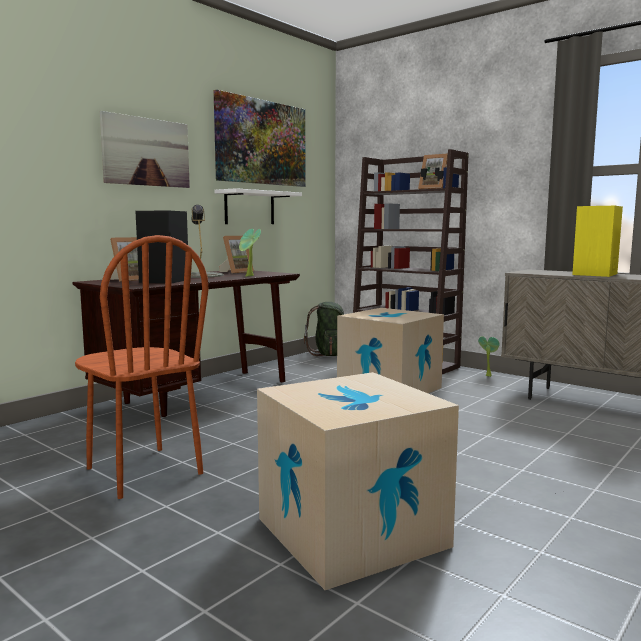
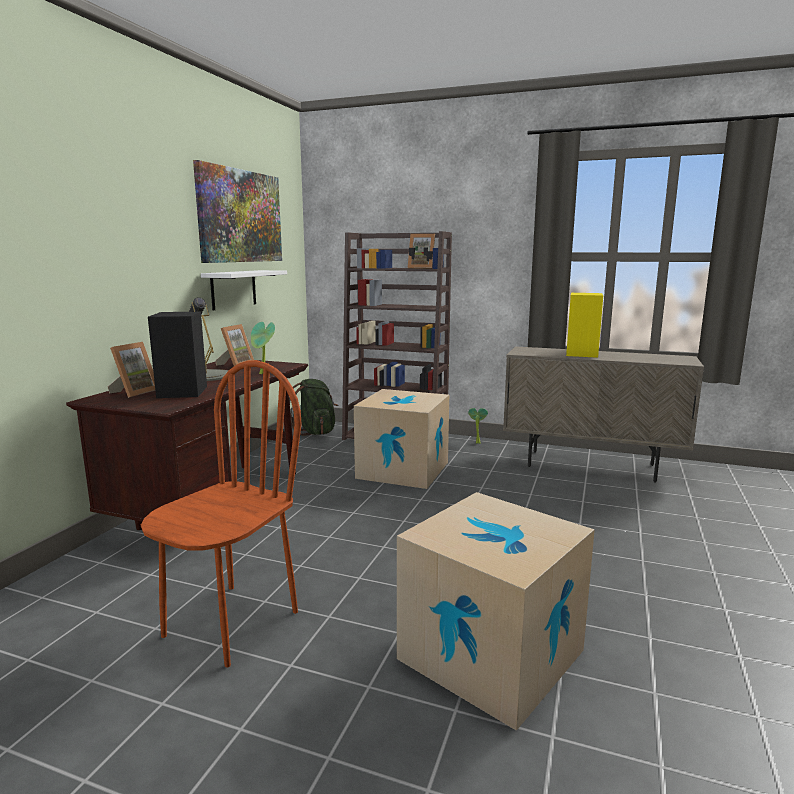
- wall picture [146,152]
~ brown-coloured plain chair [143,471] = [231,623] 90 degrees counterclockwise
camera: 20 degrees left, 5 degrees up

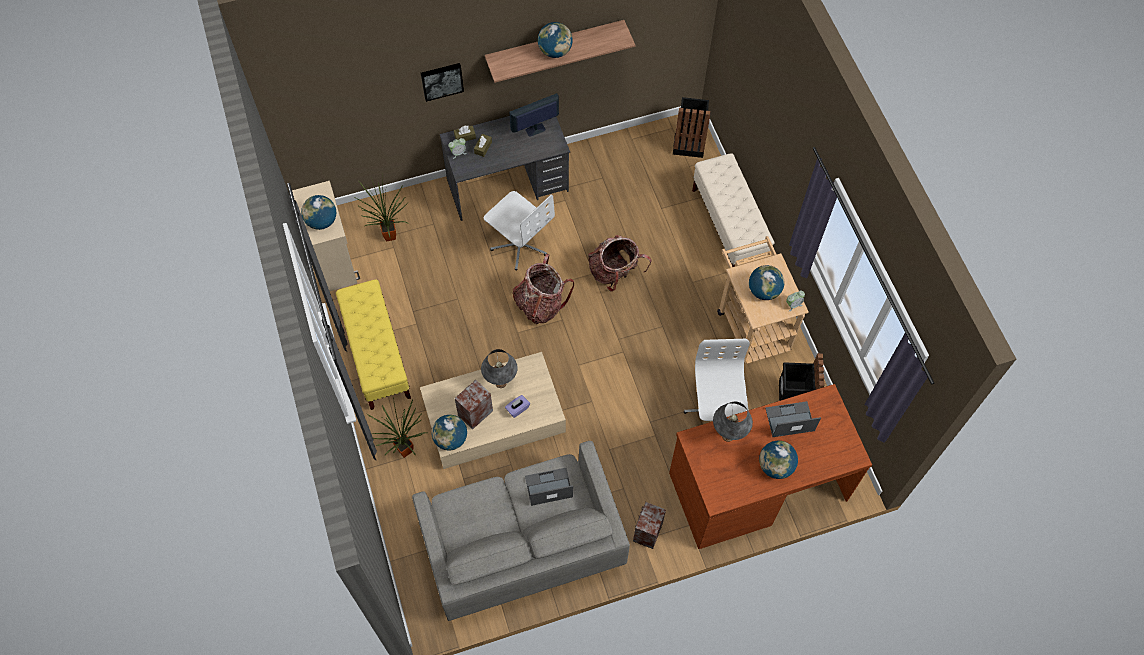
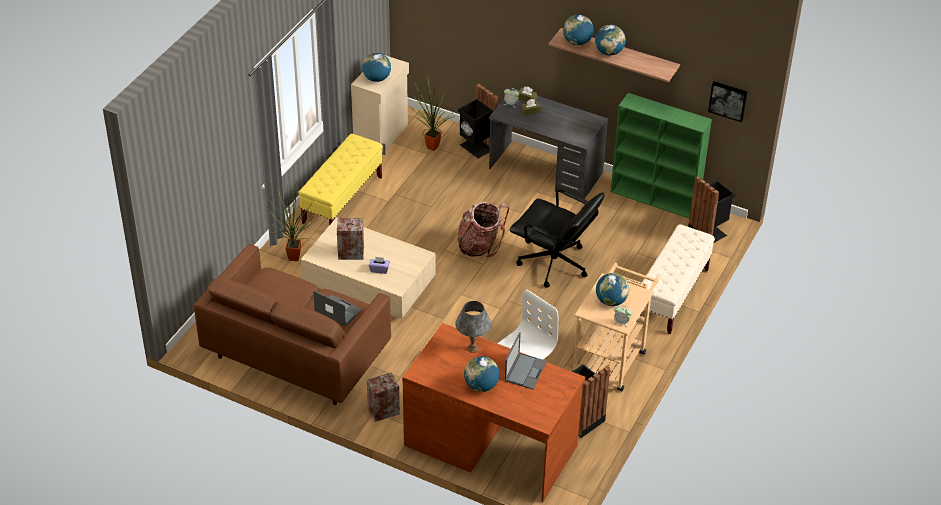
- grey table lamp [501,383]
- white-coloured desk chair [519,244]
- computer display [535,130]
+ black rubbish bin [476,147]
+ greenish shelving unit [655,199]
~ wall picture [441,80] to [728,100]
~ desk globe [450,439] to [577,42]
~ backpack [615,272] to black desk chair [554,264]
~ grey settee [521,545] to brown-coloured settee [297,355]
~ portable computer [789,420] = [525,370] 75 degrees clockwise
camera: 45 degrees right, 20 degrees down

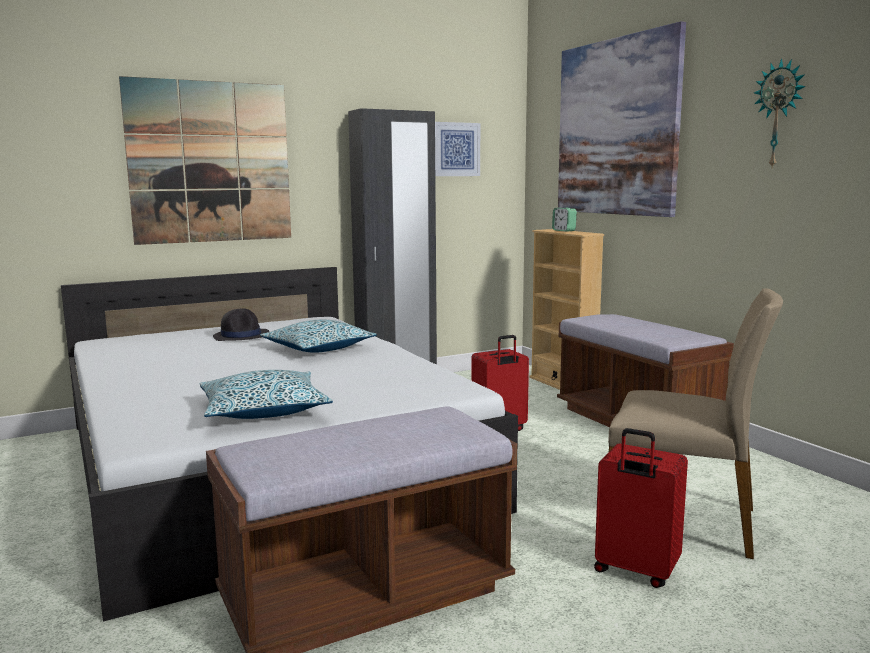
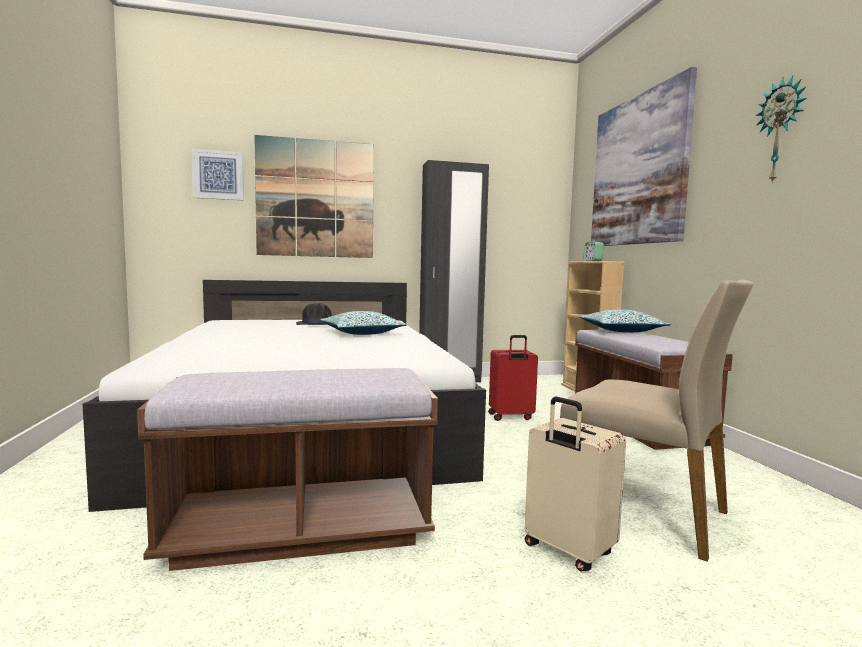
~ cushion [264,410] to [621,331]
~ wall picture [456,149] to [218,175]
~ reddish piece of luggage [635,571] to beige-coloured piece of luggage [567,551]
camera: 15 degrees right, 5 degrees down

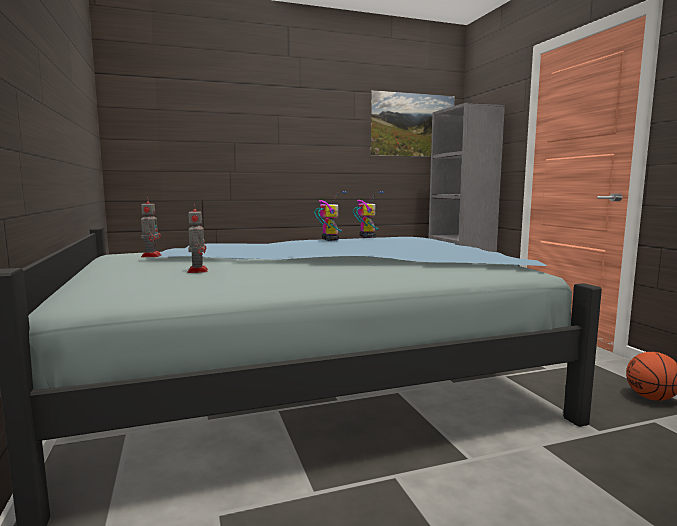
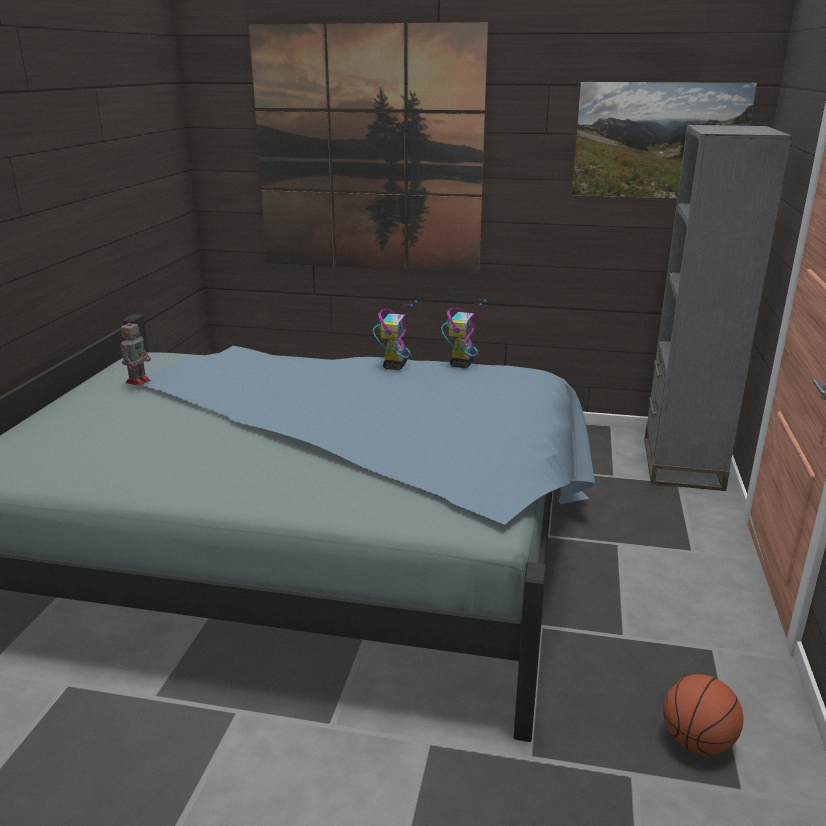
- model robot [197,271]
+ wall picture [368,152]
camera: 30 degrees right, 15 degrees up

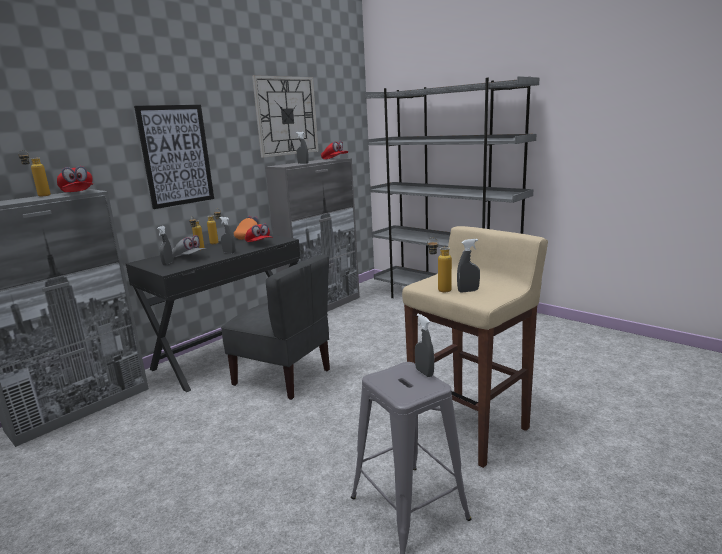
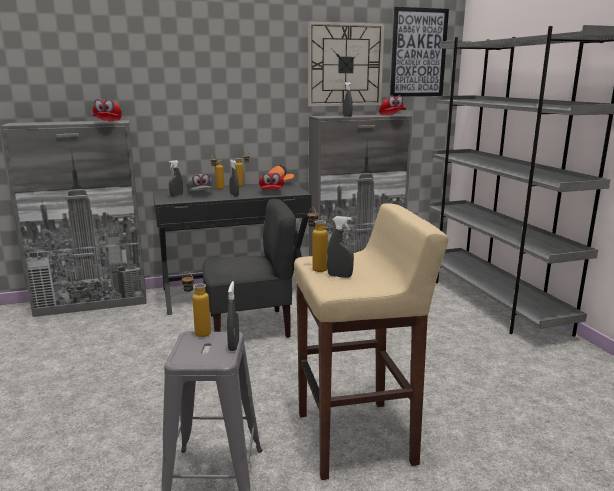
~ bottle [39,196] to [197,332]
~ wall picture [176,155] to [418,53]
~ grey plain chair [283,377] = [249,327] 75 degrees counterclockwise
camera: 30 degrees right, 0 degrees up

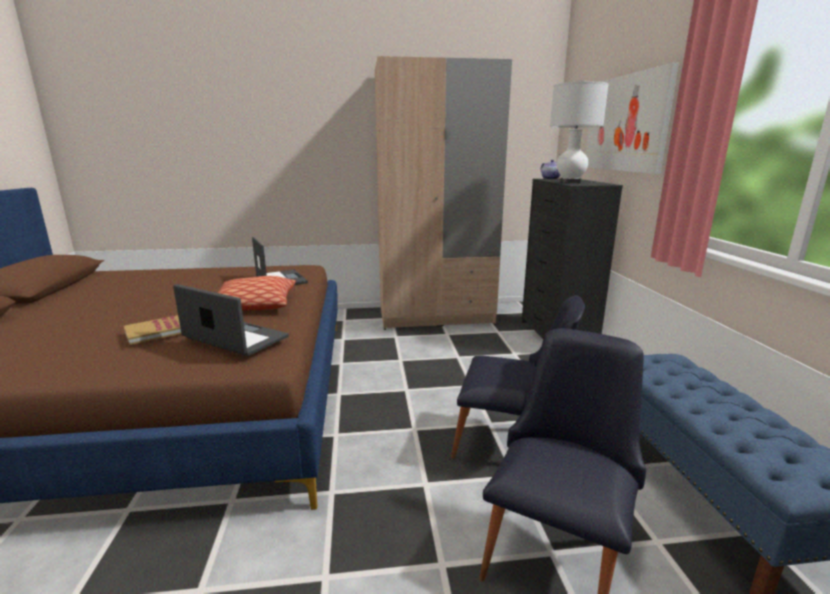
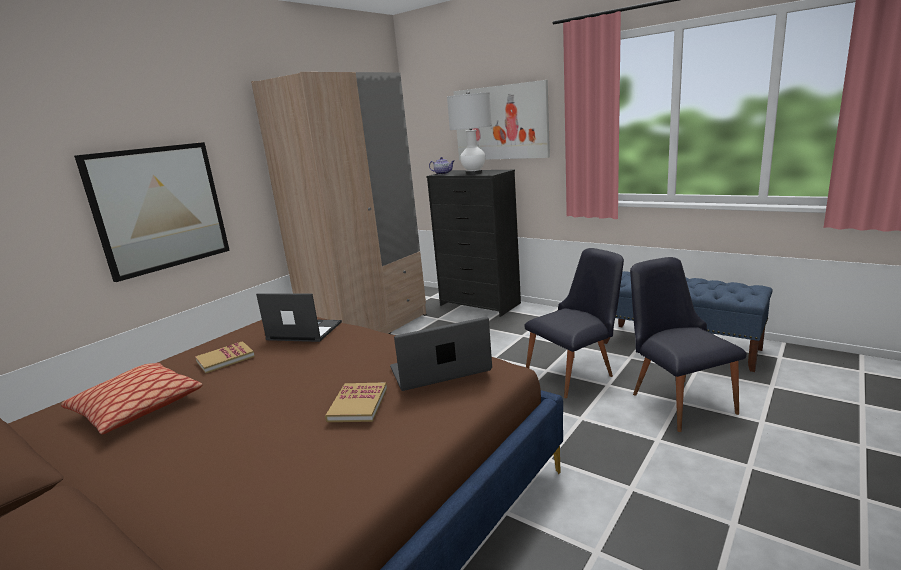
+ wall picture [159,208]
+ book [225,359]
~ cushion [254,305] to [137,408]
camera: 45 degrees left, 0 degrees up

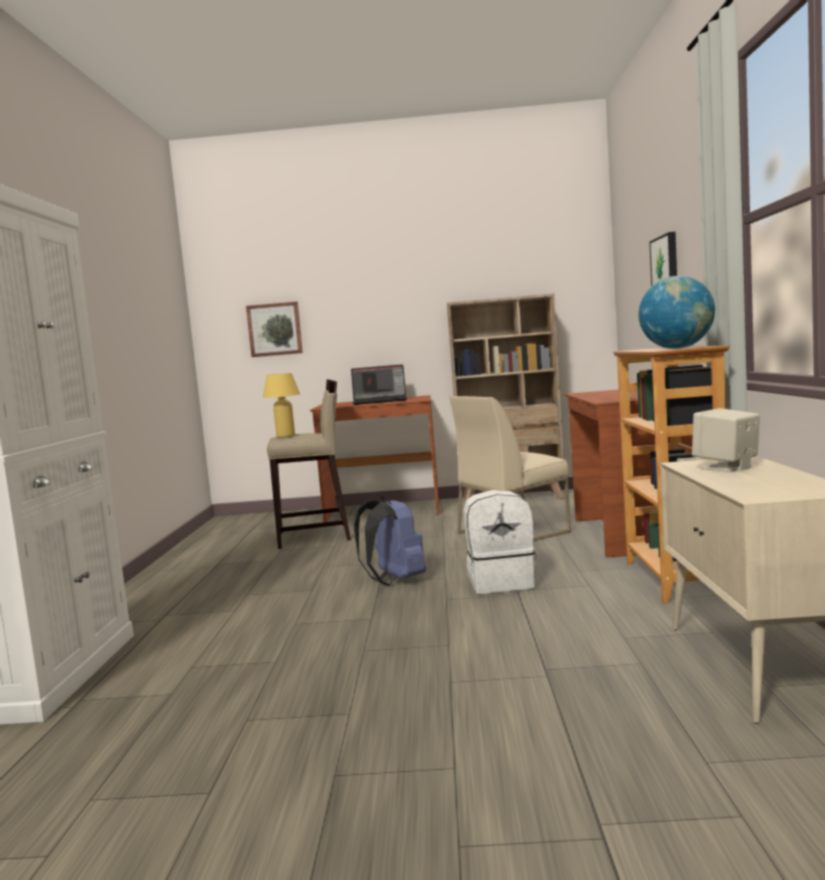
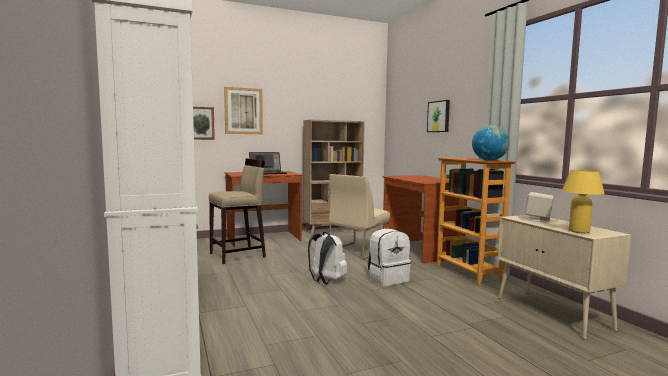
+ wall picture [243,111]
~ yellow-coloured table lamp [285,436] to [579,231]
~ blue backpack [394,580] to white-coloured backpack [326,281]
camera: 25 degrees left, 0 degrees up

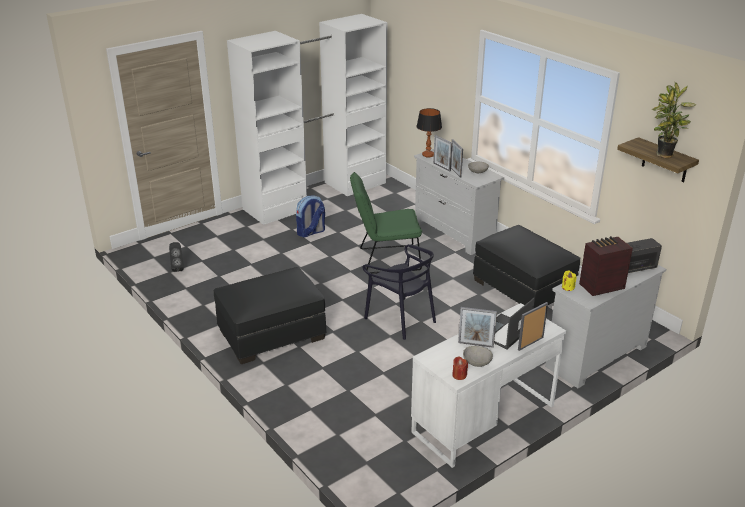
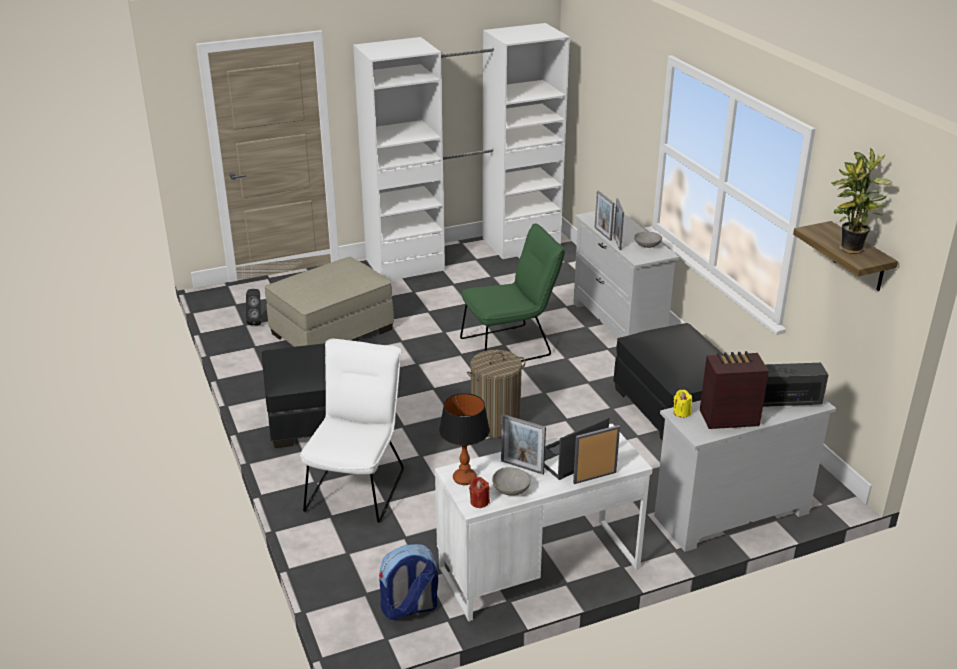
+ beige-coloured pouffe [331,331]
+ white-coloured plain chair [358,485]
~ backpack [311,232] to [409,608]
~ table lamp [428,155] to [464,478]
~ black plain chair [401,319] to washing basket [495,423]
~ greenish plain chair [385,259] = [511,346] 150 degrees clockwise
camera: 15 degrees right, 0 degrees up

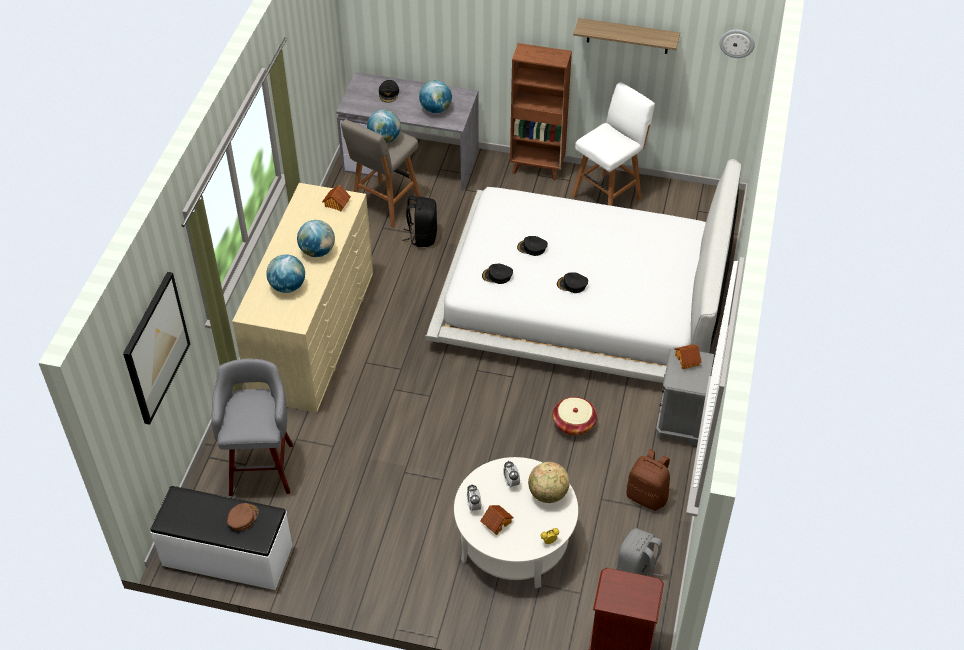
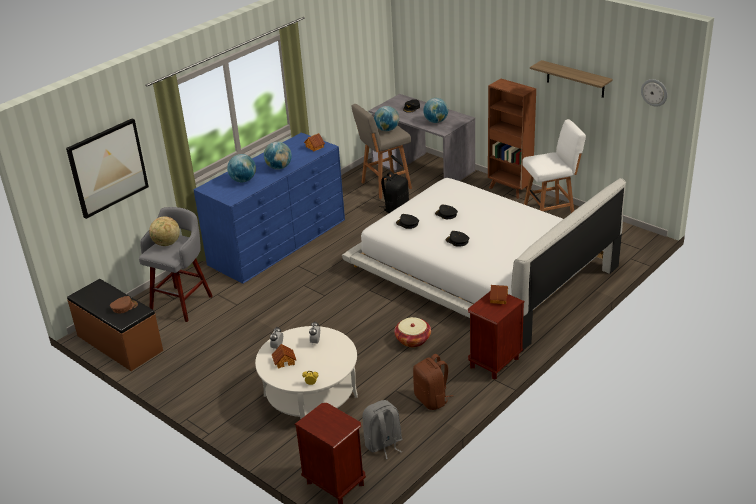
~ desk globe [548,494] to [167,243]
~ white-coloured indoor bench [227,556] to brown-coloured indoor bench [119,343]
~ beige-coloured dresser [313,333] to blue dresser [278,242]
~ grey nightstand [679,423] to brown-coloured nightstand [494,363]
camera: 30 degrees right, 15 degrees down

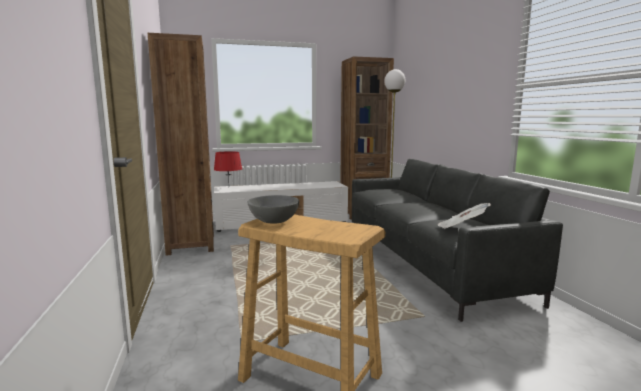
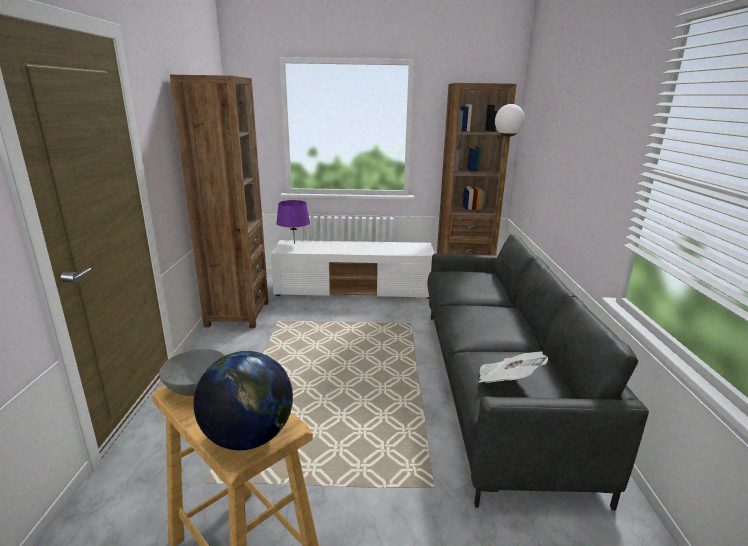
+ desk globe [249,437]
~ reddish table lamp [229,187] to purple-coloured table lamp [294,243]
camera: 15 degrees right, 10 degrees up

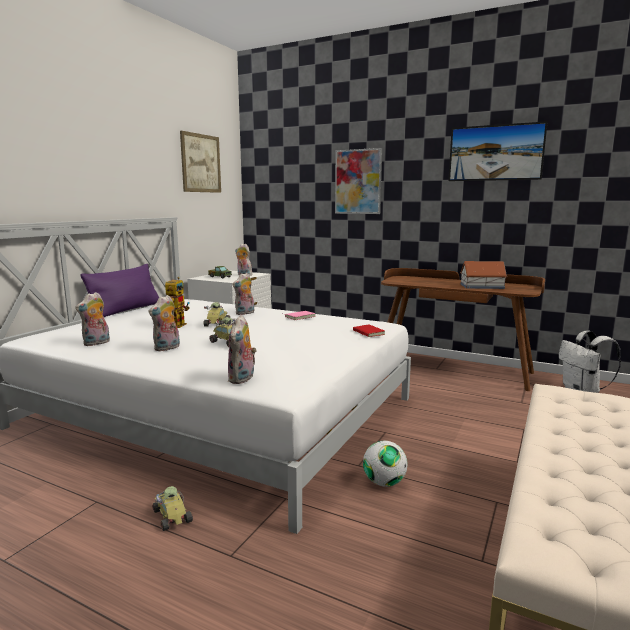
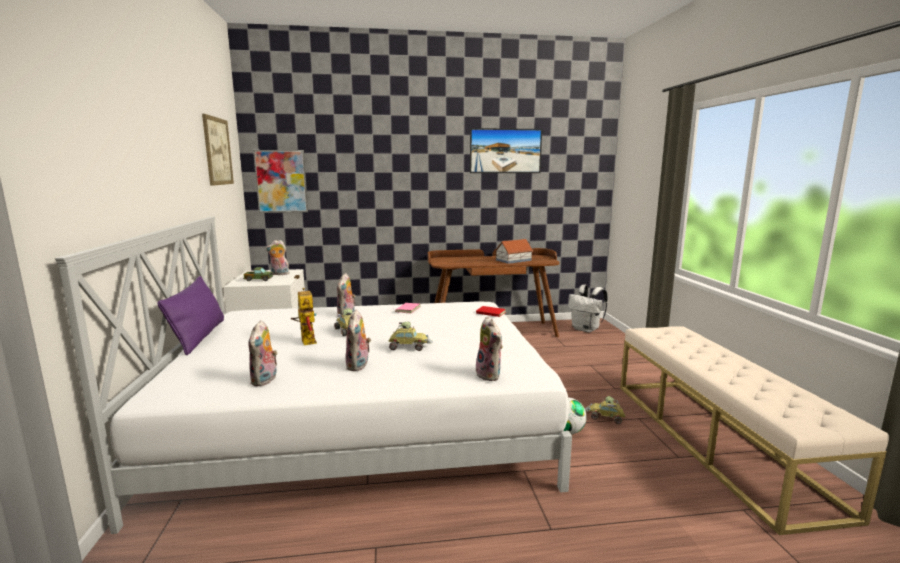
~ miniature car [171,515] to [605,417]
~ wall picture [358,182] to [281,181]
camera: 35 degrees left, 0 degrees up

